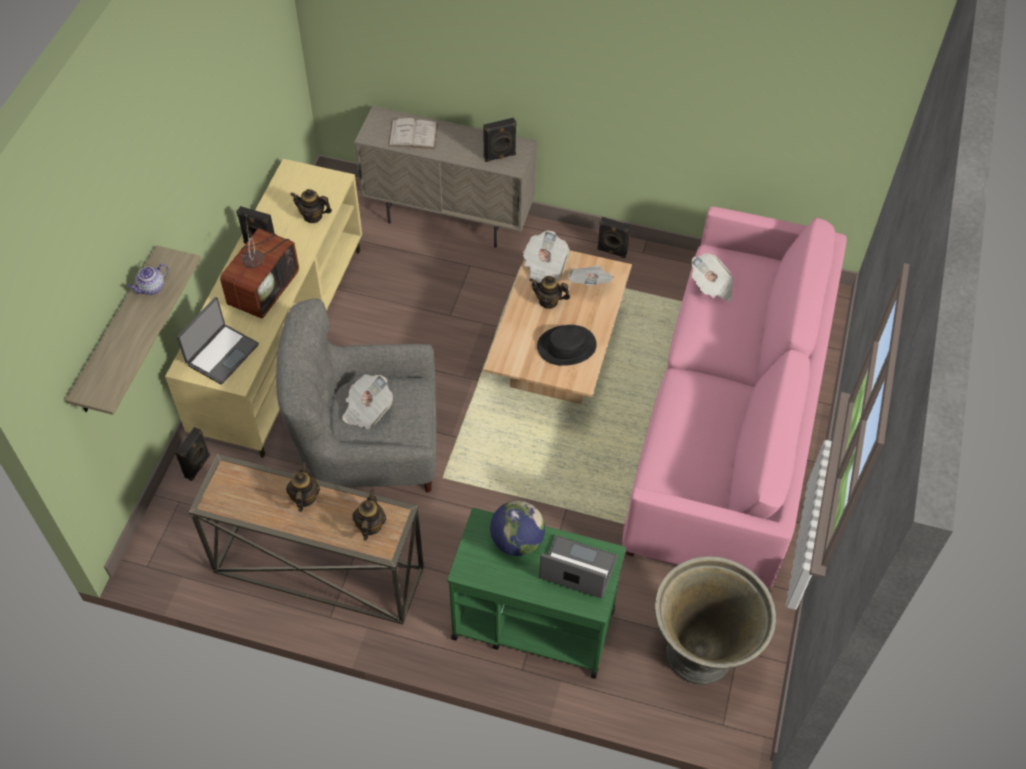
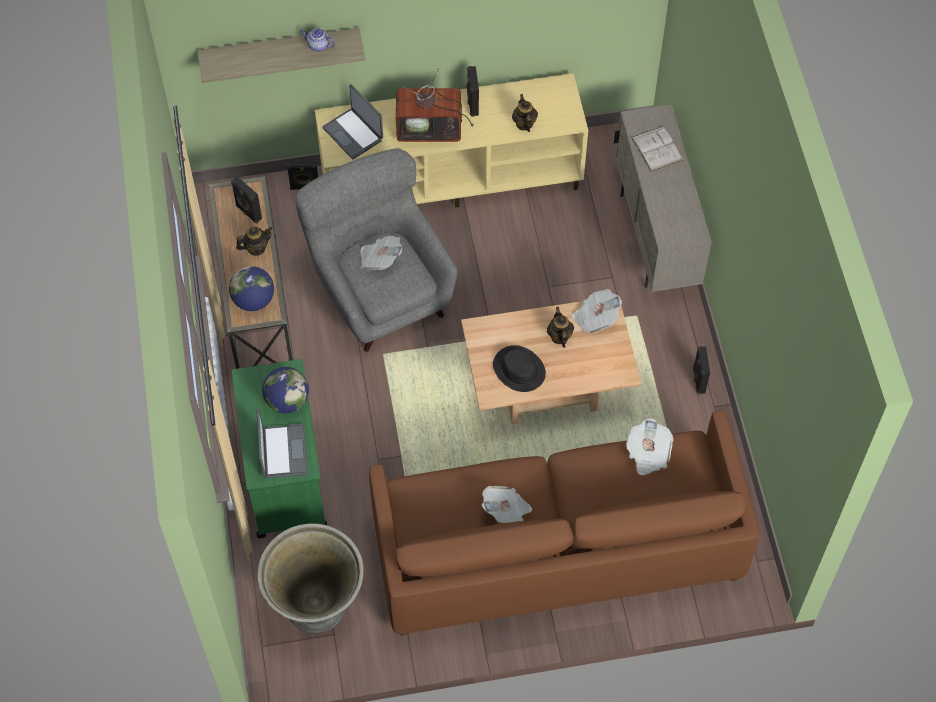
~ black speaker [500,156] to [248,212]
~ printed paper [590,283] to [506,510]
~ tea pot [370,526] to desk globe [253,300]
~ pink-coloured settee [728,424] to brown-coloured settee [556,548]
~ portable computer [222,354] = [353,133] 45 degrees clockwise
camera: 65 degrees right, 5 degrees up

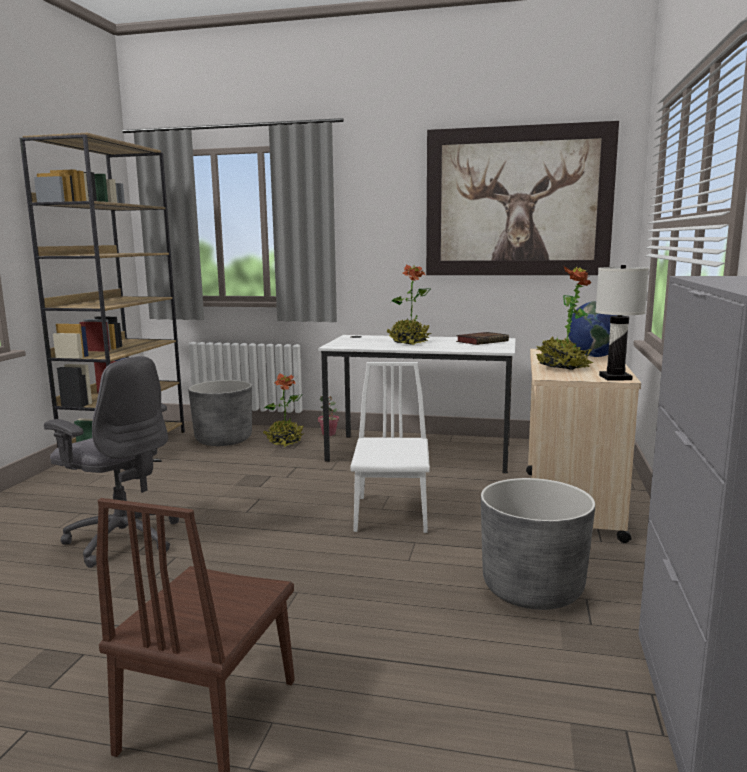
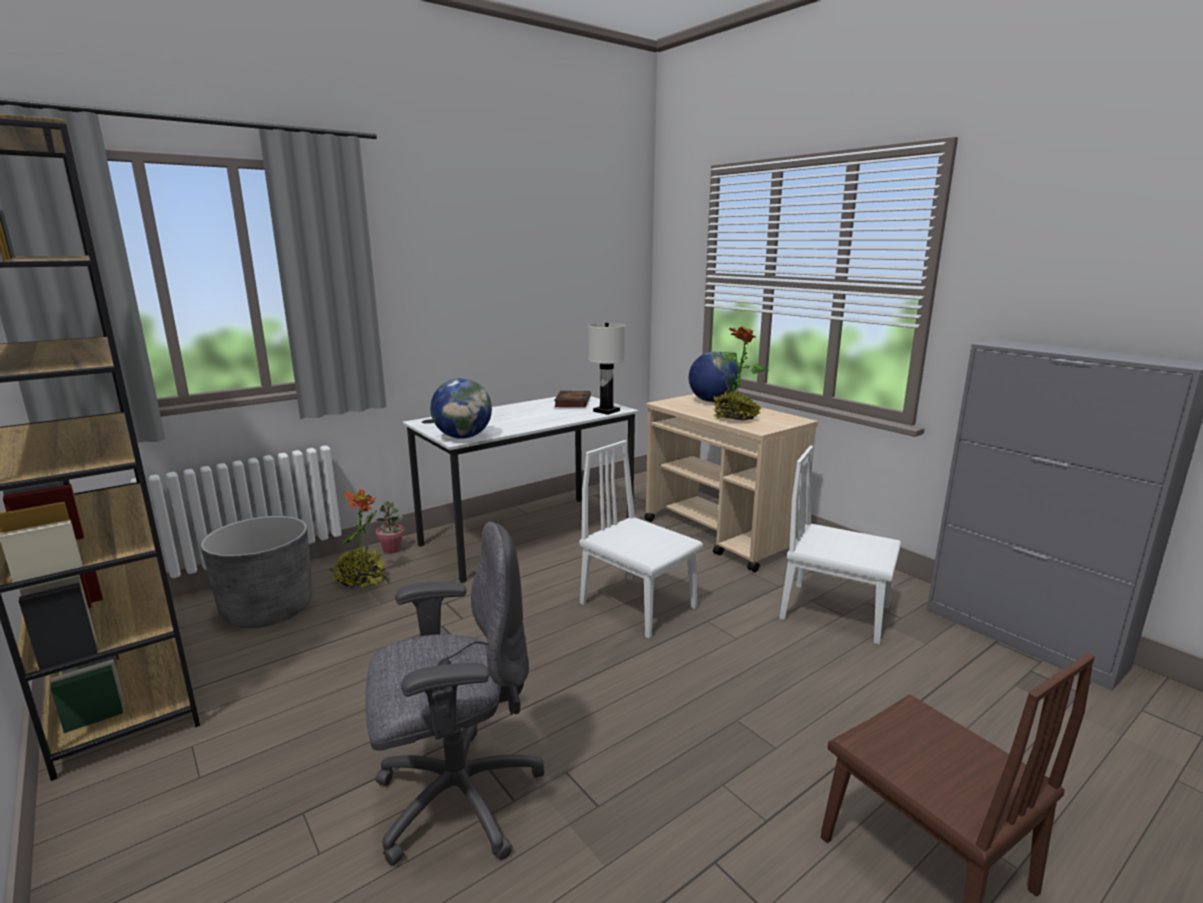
- potted plant [409,342]
- wall picture [517,202]
+ desk globe [463,437]
~ white-coloured table lamp [616,378] to [607,411]
~ grey plant pot [532,588] to white-coloured plain chair [835,612]
camera: 50 degrees left, 5 degrees up

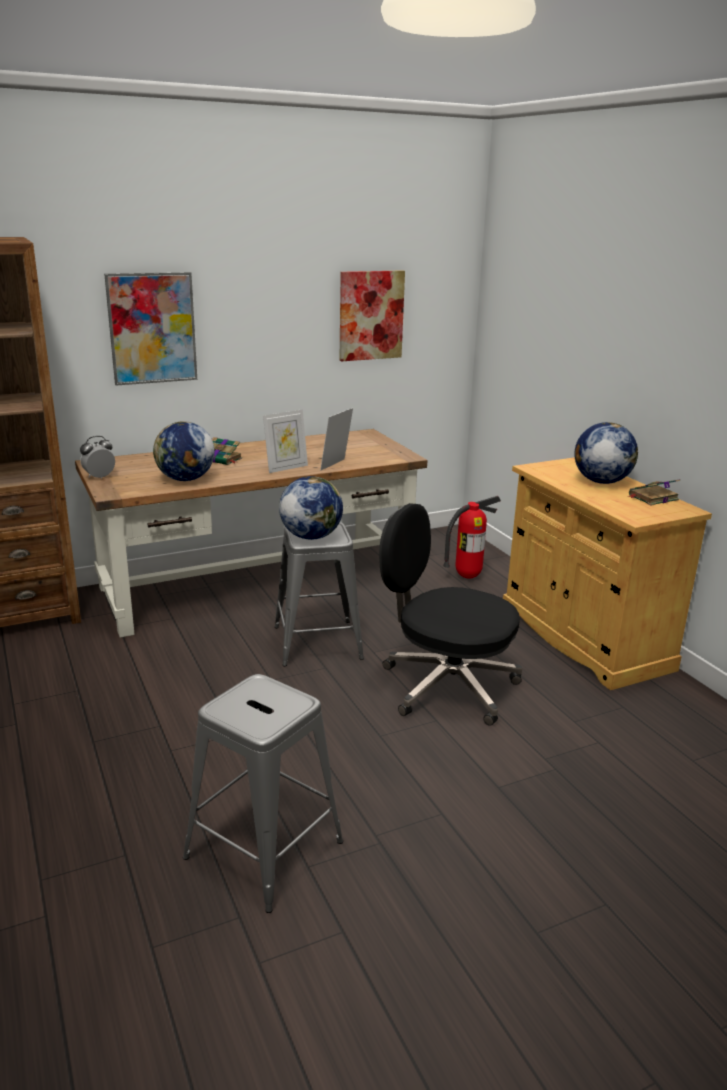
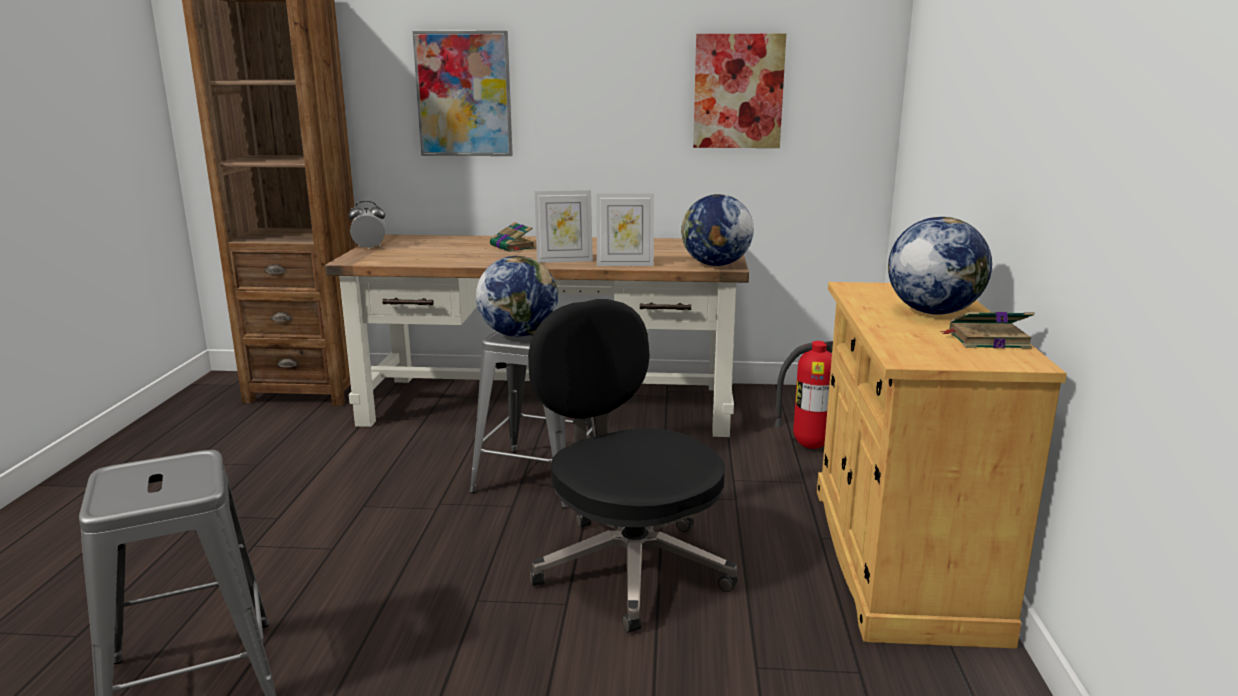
~ desk globe [185,479] to [715,265]
~ picture frame [336,465] = [625,264] 150 degrees counterclockwise
camera: 30 degrees right, 5 degrees down

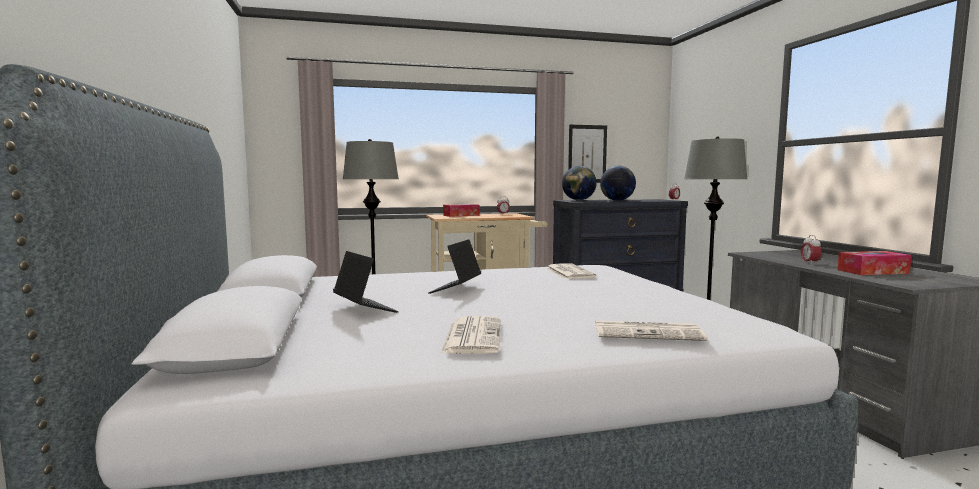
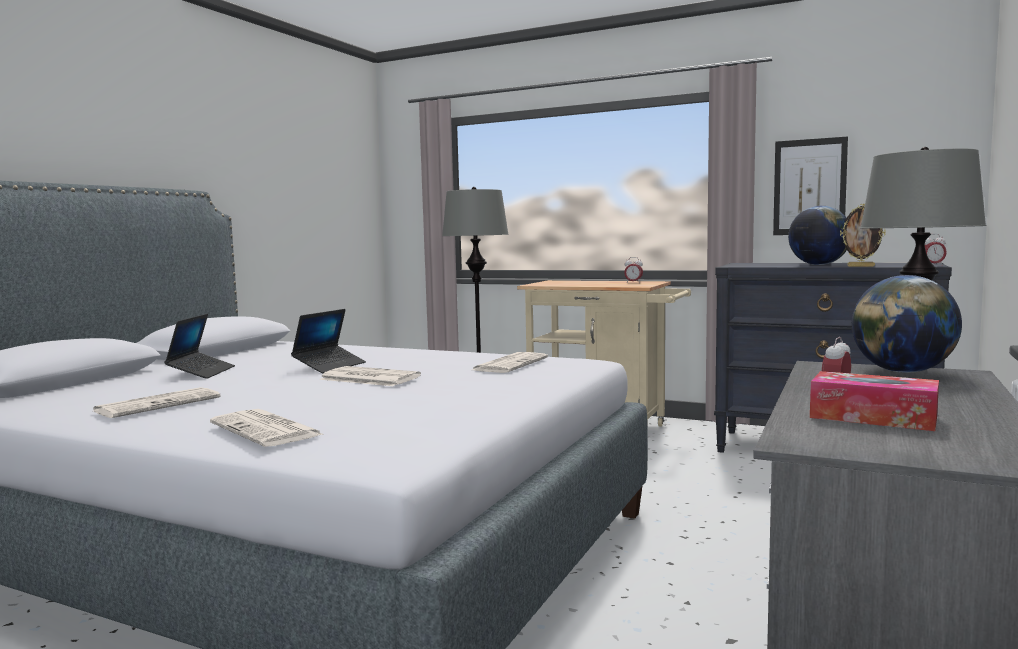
- tissue box [461,215]
+ printed paper [368,378]
+ picture frame [861,266]
~ desk globe [578,200] to [902,372]
~ portable computer [455,289] = [330,366] 150 degrees clockwise
camera: 40 degrees right, 0 degrees up

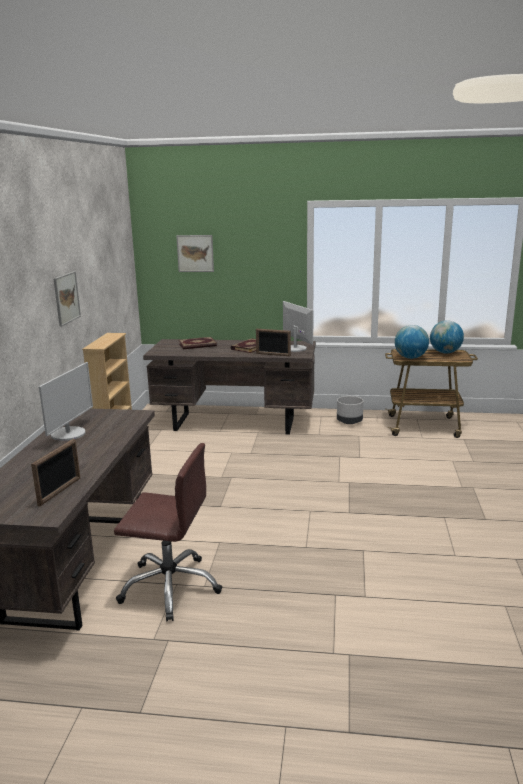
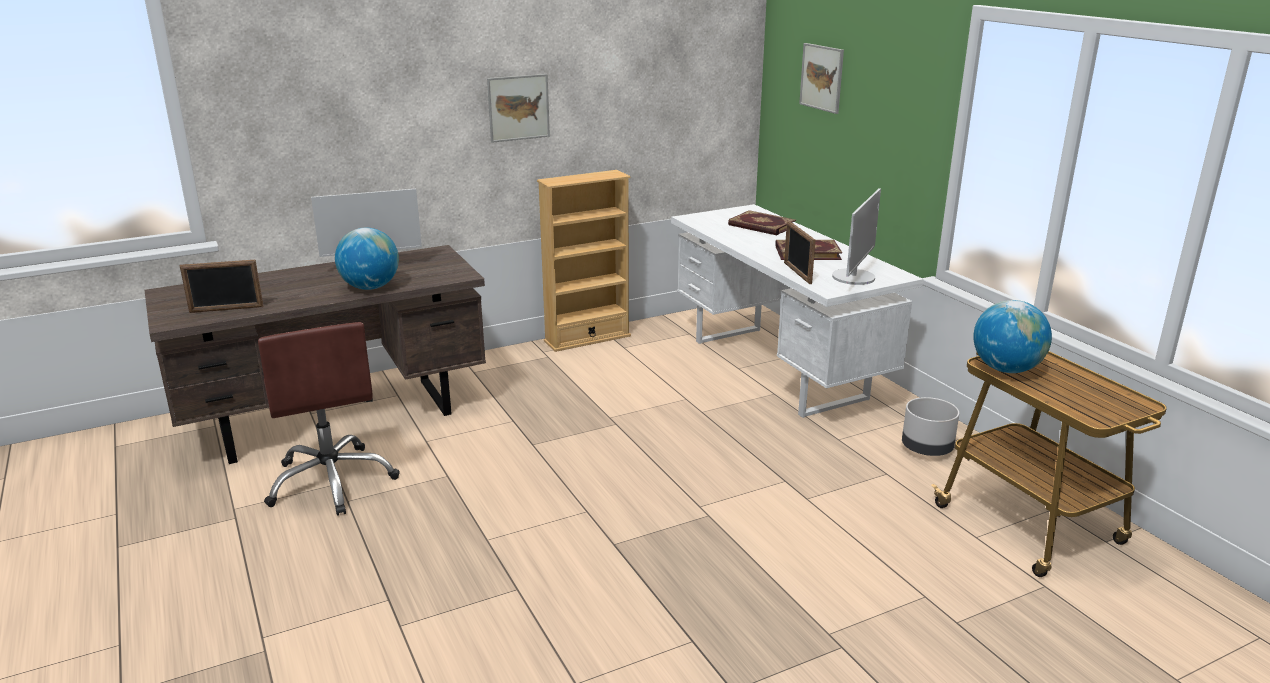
~ desk globe [445,352] to [370,287]
~ brown-coloured desk unit [235,423] to white-coloured desk unit [779,369]
camera: 55 degrees right, 5 degrees up

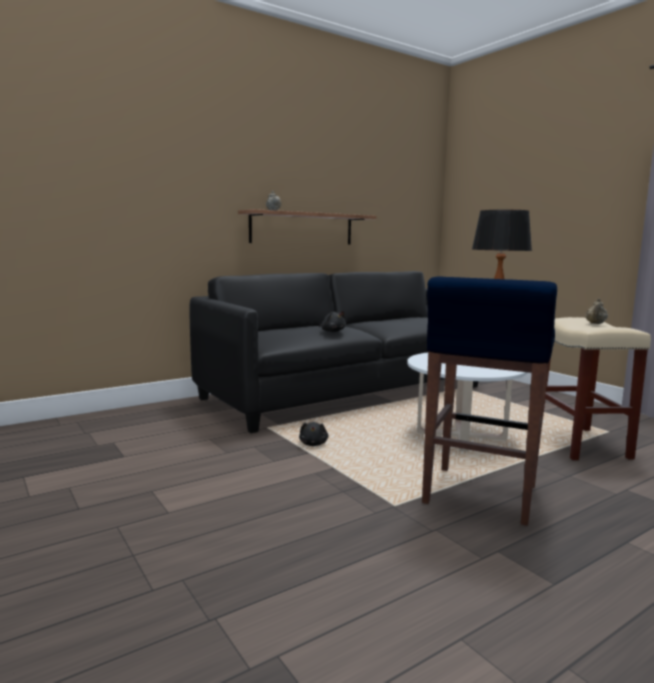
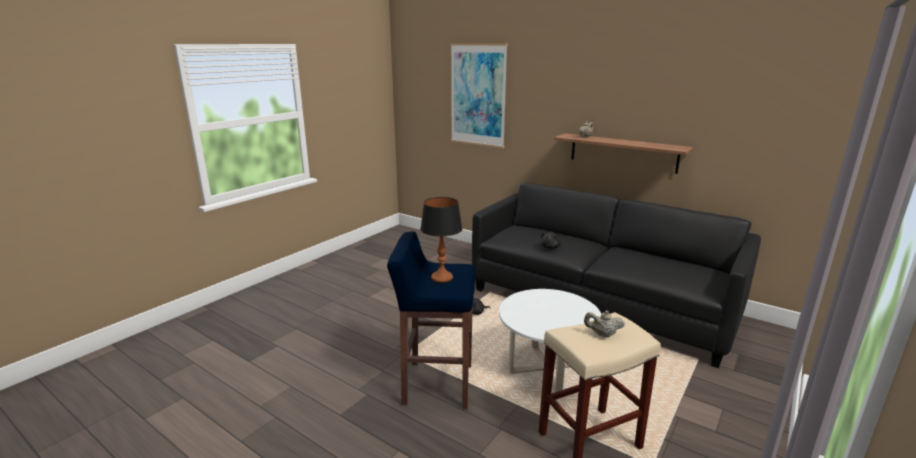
+ wall picture [478,95]
camera: 70 degrees right, 10 degrees up

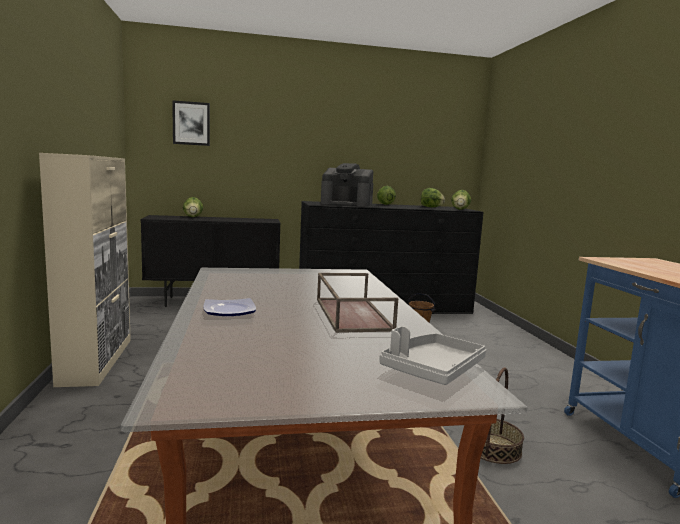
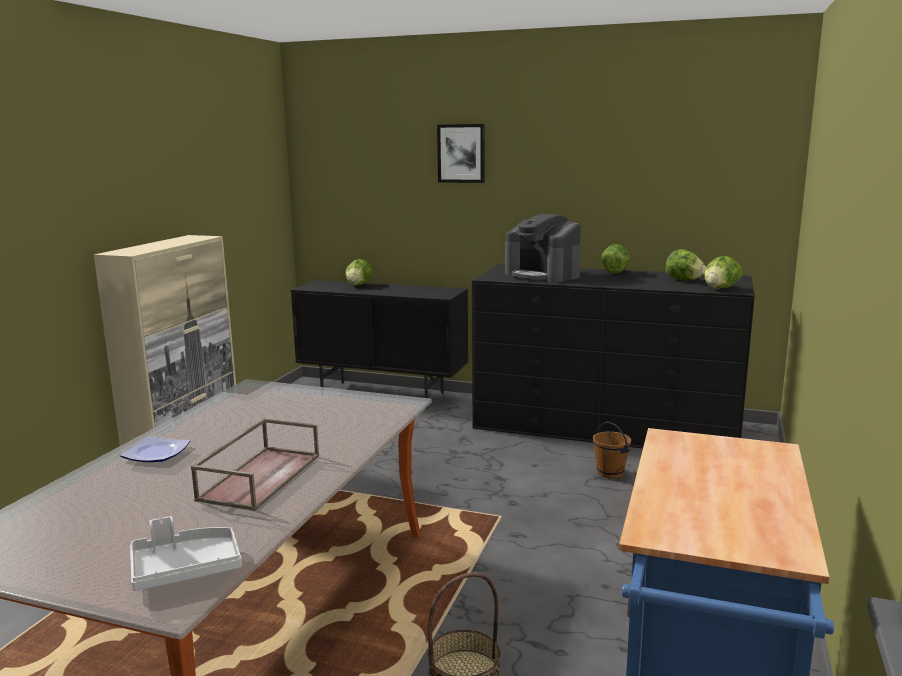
~ wall picture [191,123] to [461,153]
camera: 30 degrees right, 5 degrees up

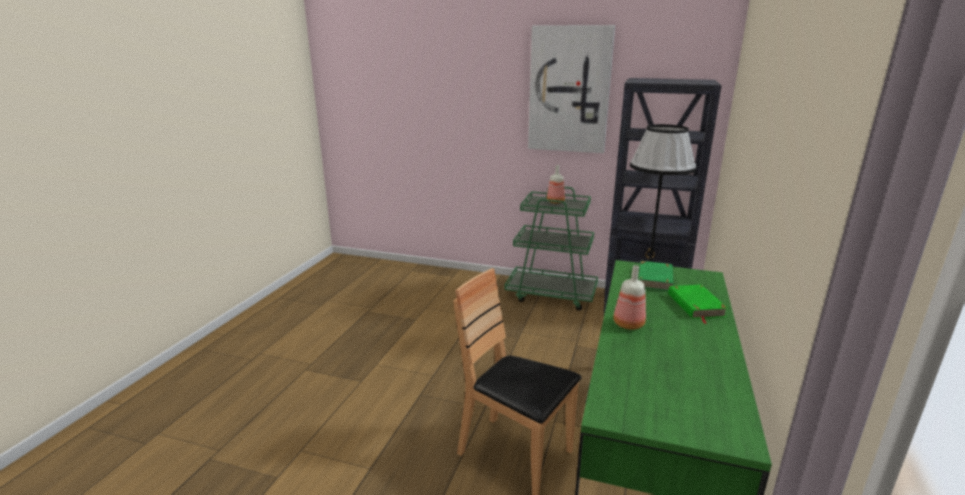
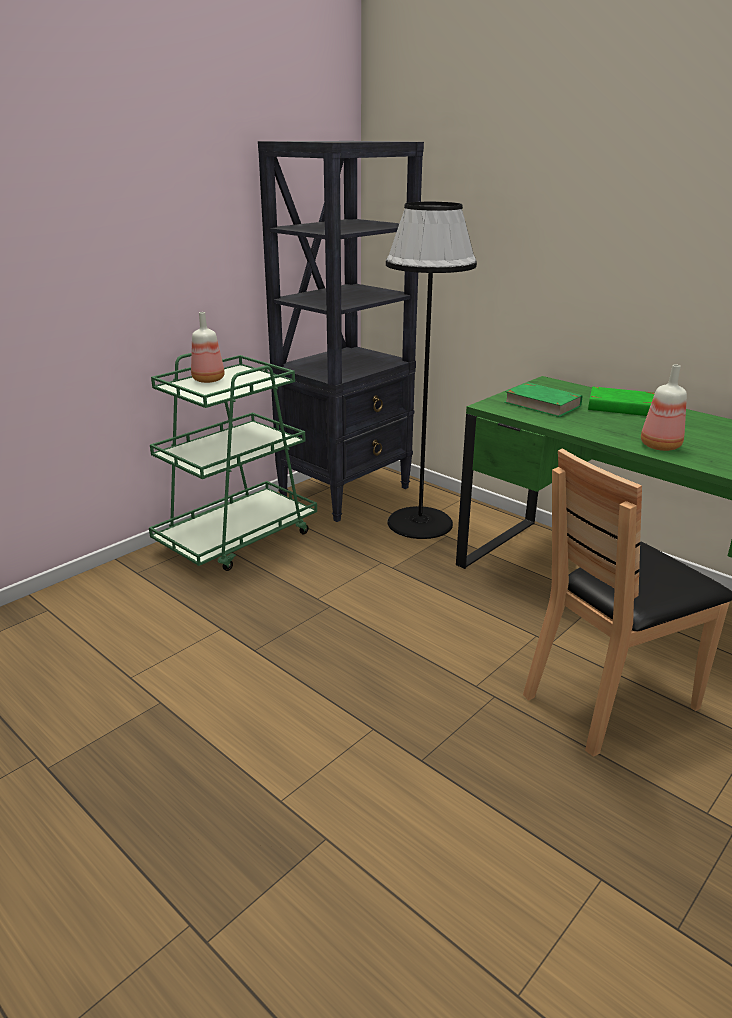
- wall picture [569,90]
camera: 65 degrees left, 5 degrees up

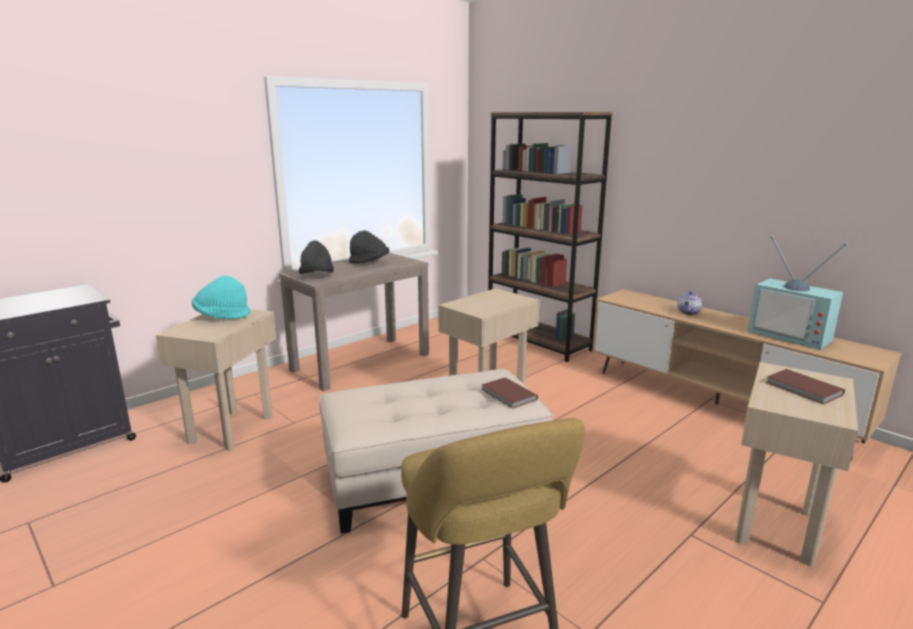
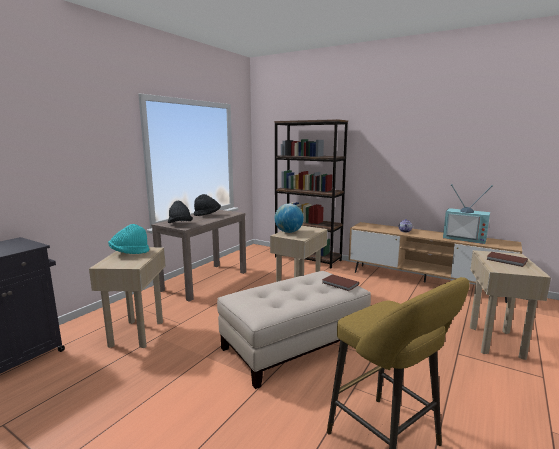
+ desk globe [288,232]
camera: 15 degrees left, 5 degrees down

